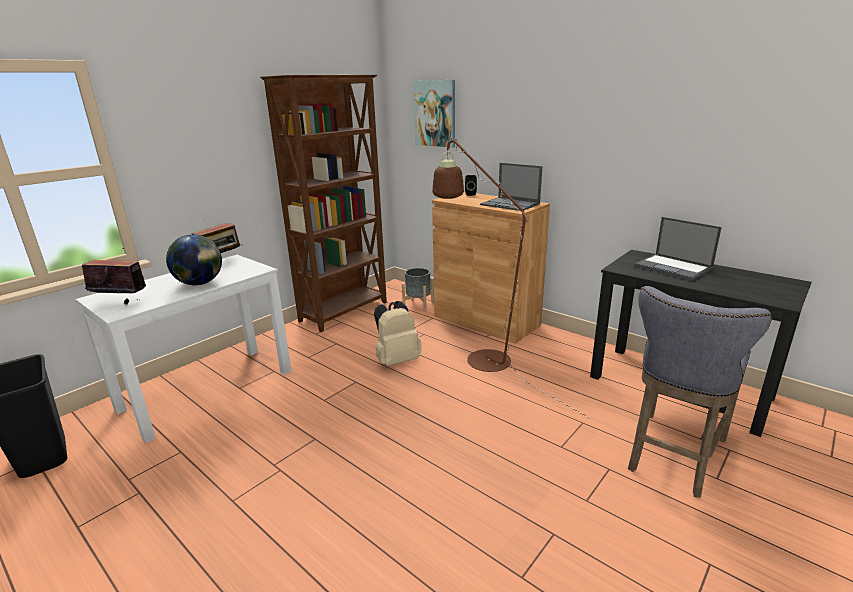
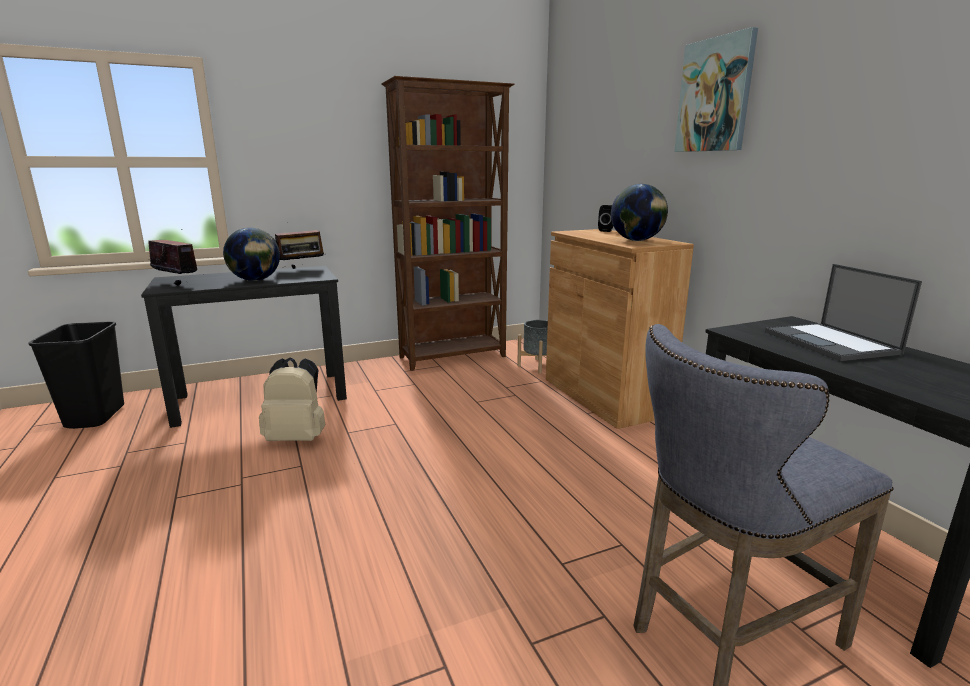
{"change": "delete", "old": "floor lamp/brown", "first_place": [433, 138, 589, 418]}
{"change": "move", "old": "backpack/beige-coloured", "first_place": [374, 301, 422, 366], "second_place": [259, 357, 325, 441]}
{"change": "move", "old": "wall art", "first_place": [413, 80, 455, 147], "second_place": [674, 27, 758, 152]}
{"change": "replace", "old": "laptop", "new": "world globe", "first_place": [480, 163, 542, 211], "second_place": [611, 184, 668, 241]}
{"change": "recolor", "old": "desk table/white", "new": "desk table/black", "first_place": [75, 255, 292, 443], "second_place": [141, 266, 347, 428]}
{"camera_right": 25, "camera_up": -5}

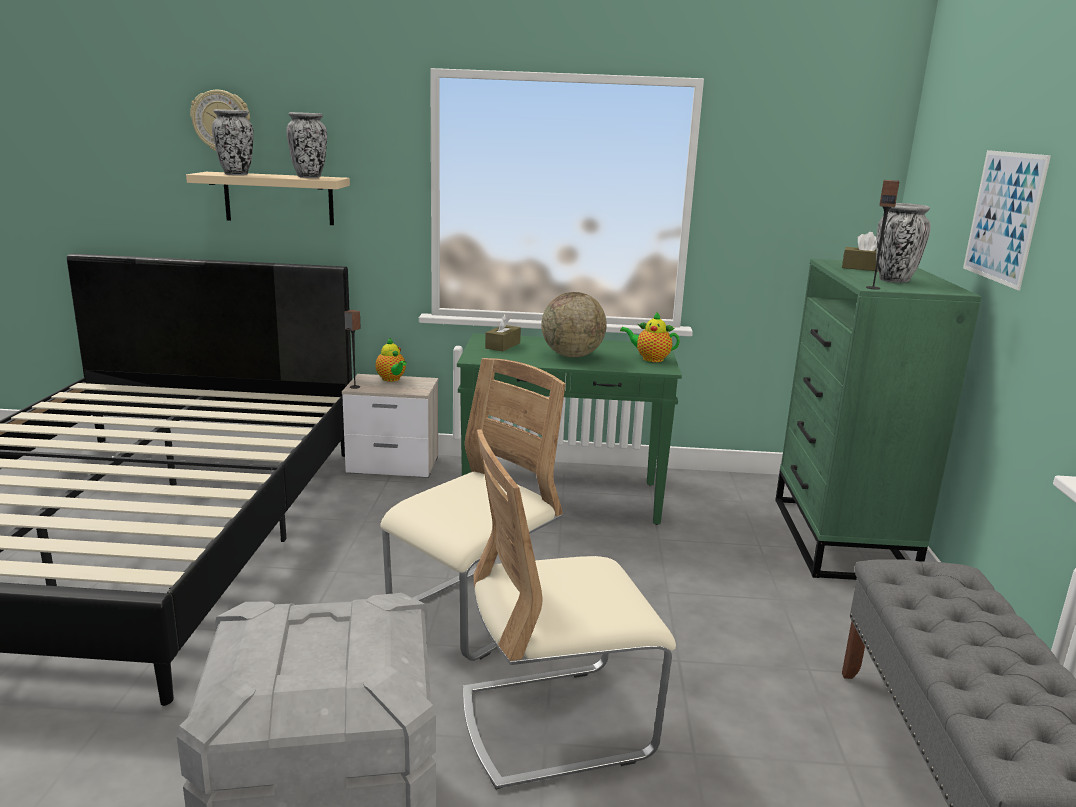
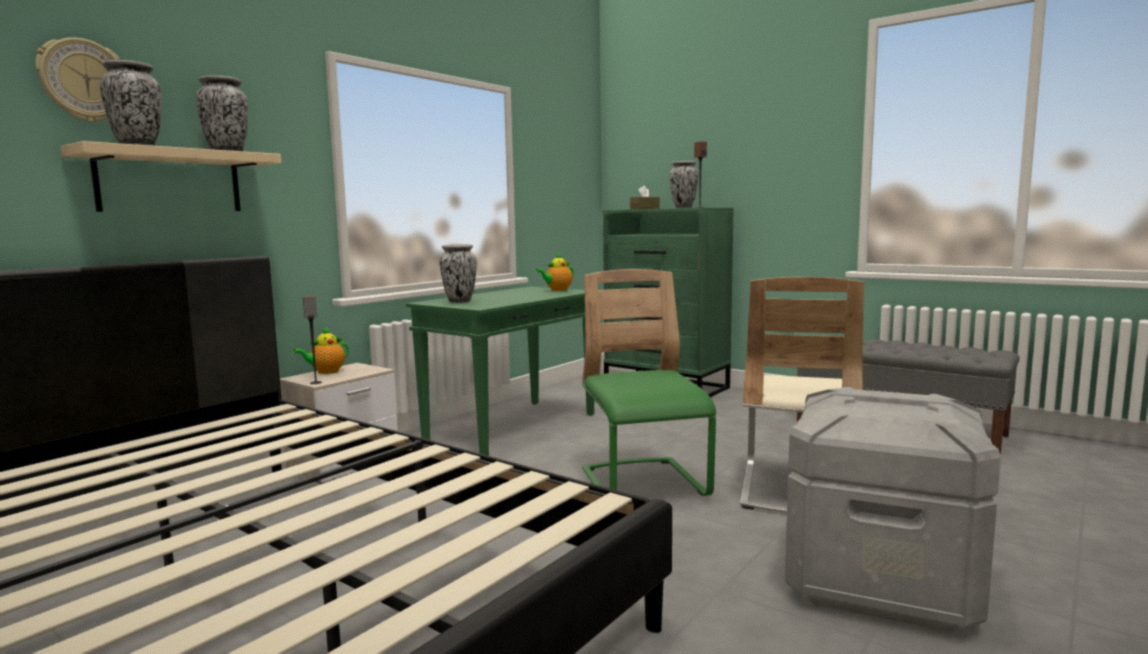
{"change": "delete", "old": "world globe", "first_place": [541, 292, 607, 357]}
{"change": "delete", "old": "wall art", "first_place": [963, 150, 1051, 290]}
{"change": "replace", "old": "tissue holder/brown", "new": "decorative vase", "first_place": [485, 314, 521, 351], "second_place": [440, 244, 477, 303]}
{"change": "recolor", "old": "upright chair/beige-coloured", "new": "upright chair/greenish", "first_place": [380, 358, 566, 661], "second_place": [582, 269, 716, 496]}
{"change": "rotate", "old": "teapot", "first_place": [375, 338, 407, 382], "second_place": [293, 327, 349, 374], "degrees": 135}
{"camera_right": -55, "camera_up": -10}

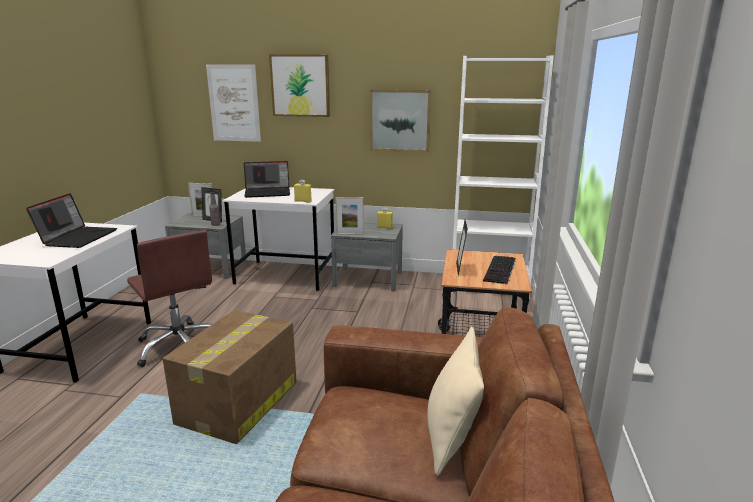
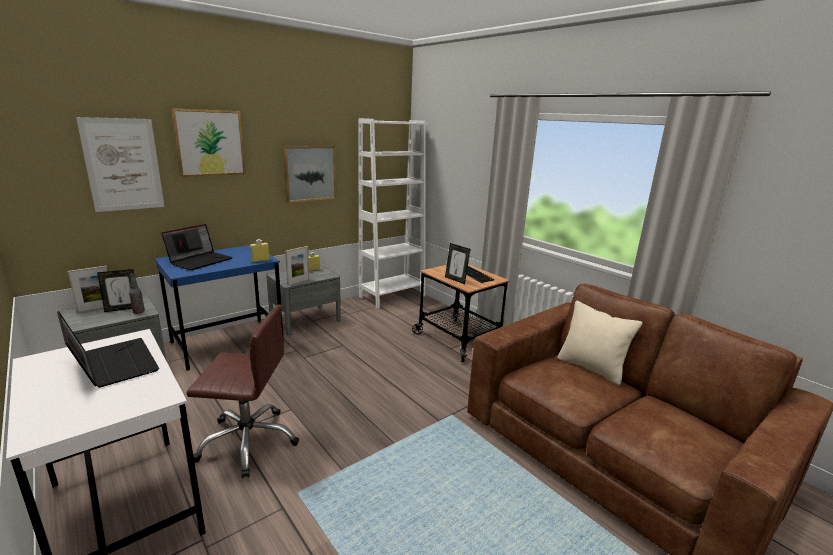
{"change": "delete", "old": "cardboard box", "first_place": [163, 310, 297, 444]}
{"change": "recolor", "old": "desk table/white", "new": "desk table/blue-coloured", "first_place": [222, 187, 334, 291], "second_place": [155, 245, 284, 370]}
{"camera_right": -50, "camera_up": 0}

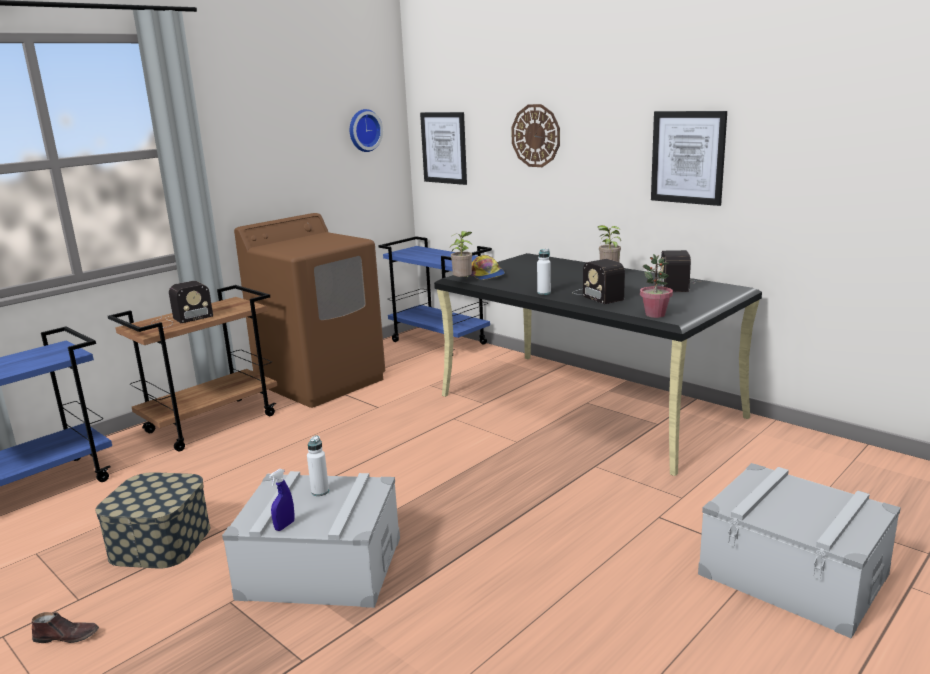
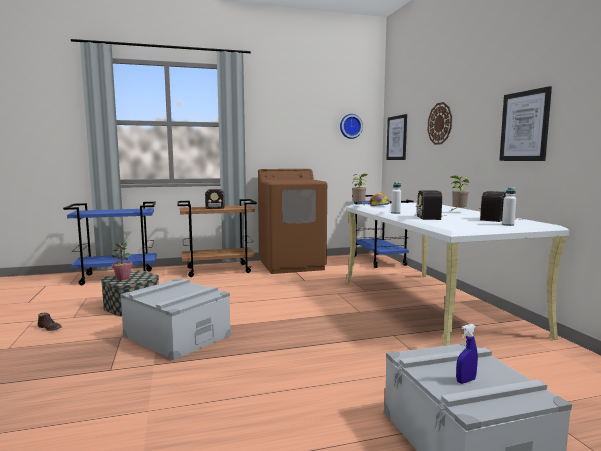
{"change": "move", "old": "hand sprayer/blue-coloured", "first_place": [269, 469, 295, 531], "second_place": [456, 324, 478, 384]}
{"change": "move", "old": "beverage bottle/white", "first_place": [307, 435, 329, 496], "second_place": [502, 187, 516, 226]}
{"change": "move", "old": "potted plant", "first_place": [640, 254, 673, 318], "second_place": [111, 242, 133, 280]}
{"change": "recolor", "old": "desk table/black", "new": "desk table/white", "first_place": [434, 253, 762, 476], "second_place": [346, 203, 570, 346]}
{"camera_right": 30, "camera_up": -10}

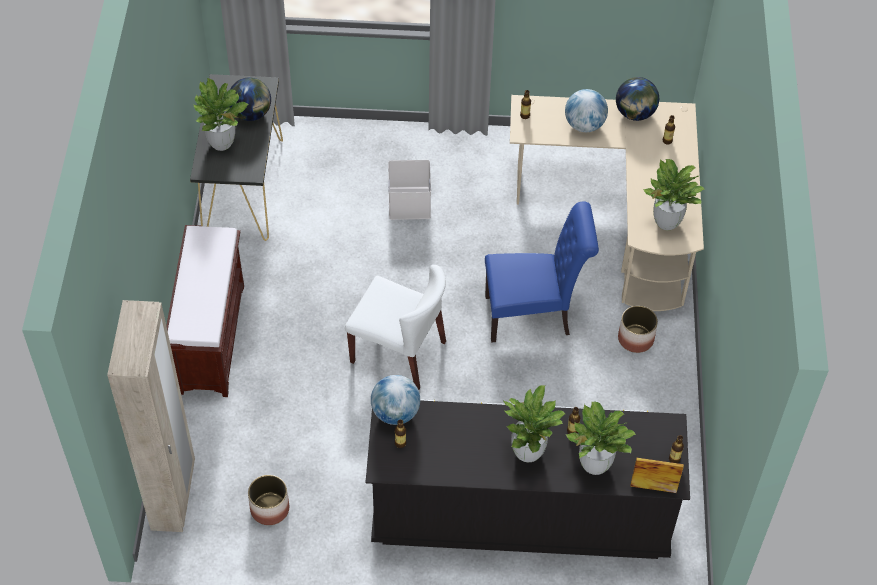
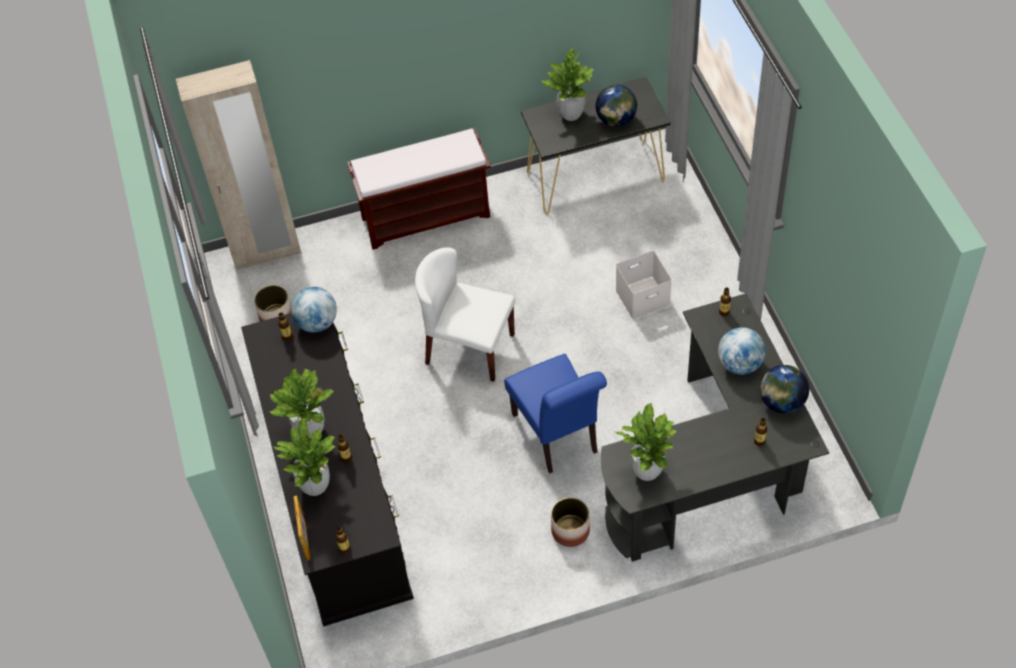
{"change": "recolor", "old": "desk table/beige-coloured", "new": "desk table/black", "first_place": [510, 95, 704, 311], "second_place": [601, 293, 829, 562]}
{"change": "rotate", "old": "upright chair/white", "first_place": [345, 265, 446, 390], "second_place": [415, 247, 515, 382], "degrees": 105}
{"camera_right": 75, "camera_up": 0}

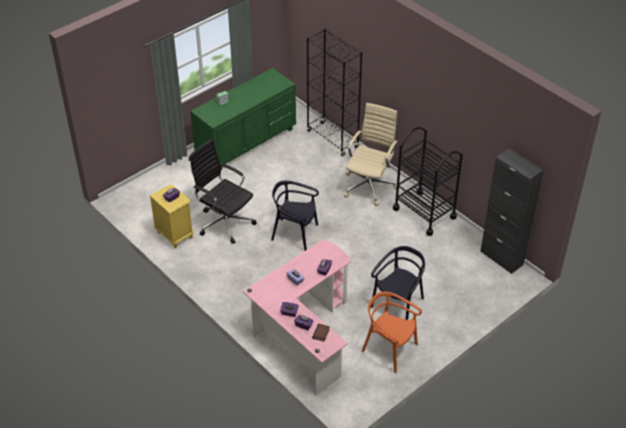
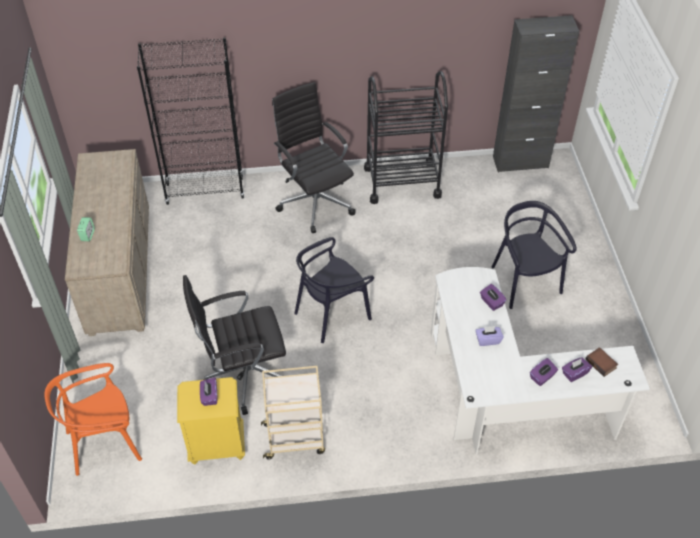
{"change": "insert", "new": "wheeled cart/beige-coloured", "second_place": [261, 366, 325, 459]}
{"change": "move", "old": "upright chair/orange", "first_place": [362, 292, 422, 373], "second_place": [44, 363, 142, 476]}
{"change": "recolor", "old": "chest of drawers/greenish", "new": "chest of drawers/beige-coloured", "first_place": [190, 68, 296, 170], "second_place": [65, 149, 149, 336]}
{"change": "recolor", "old": "desk table/pinkish", "new": "desk table/white", "first_place": [243, 239, 351, 395], "second_place": [431, 267, 650, 454]}
{"change": "recolor", "old": "desk chair/beige-coloured", "new": "desk chair/black", "first_place": [344, 103, 398, 206], "second_place": [272, 82, 355, 233]}
{"camera_right": -55, "camera_up": 5}

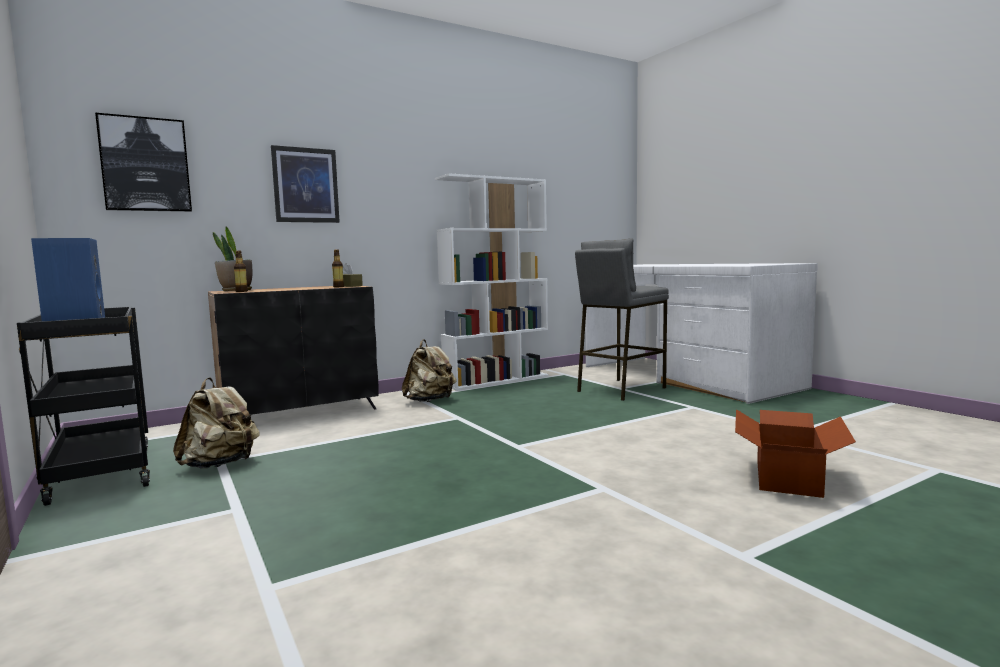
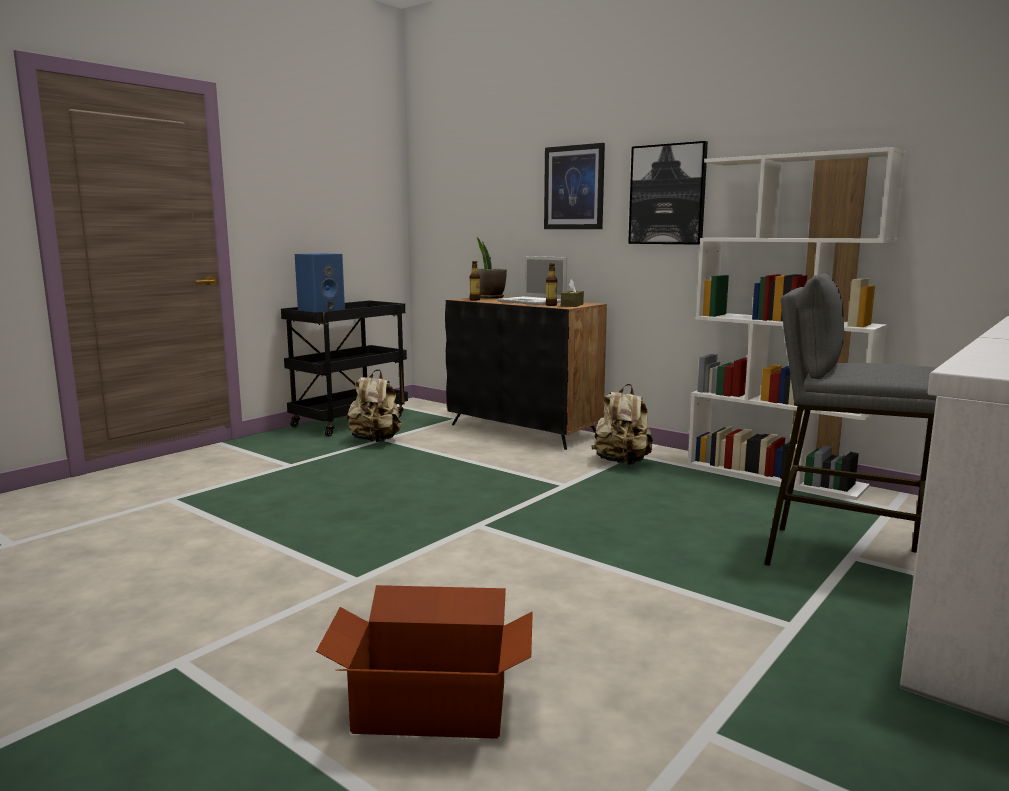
{"change": "insert", "new": "laptop", "second_place": [497, 256, 567, 305]}
{"change": "move", "old": "wall art", "first_place": [95, 113, 192, 212], "second_place": [628, 141, 708, 245]}
{"camera_right": 70, "camera_up": 5}

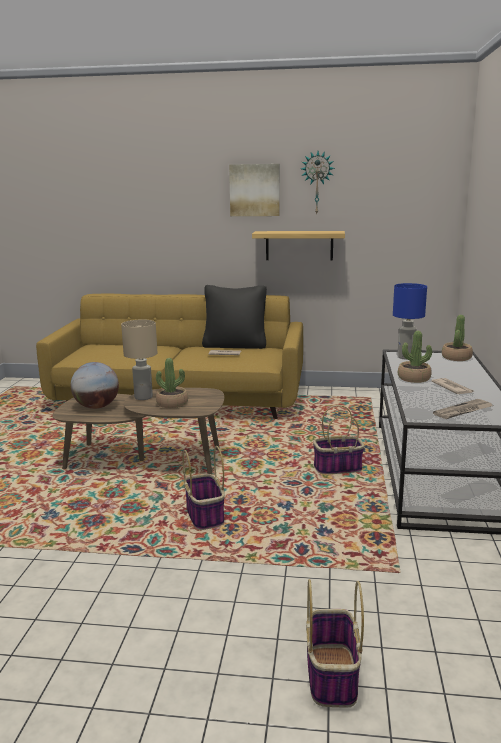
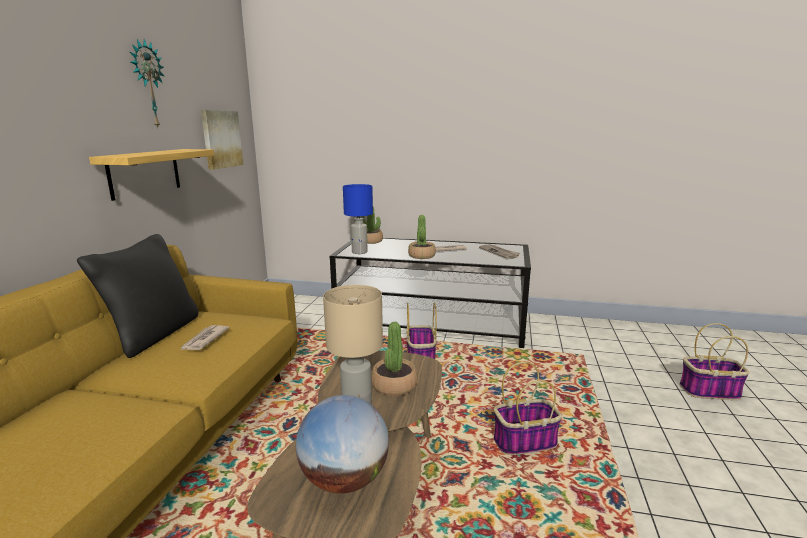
{"change": "move", "old": "wall art", "first_place": [229, 164, 280, 216], "second_place": [201, 110, 243, 170]}
{"camera_right": -85, "camera_up": 0}

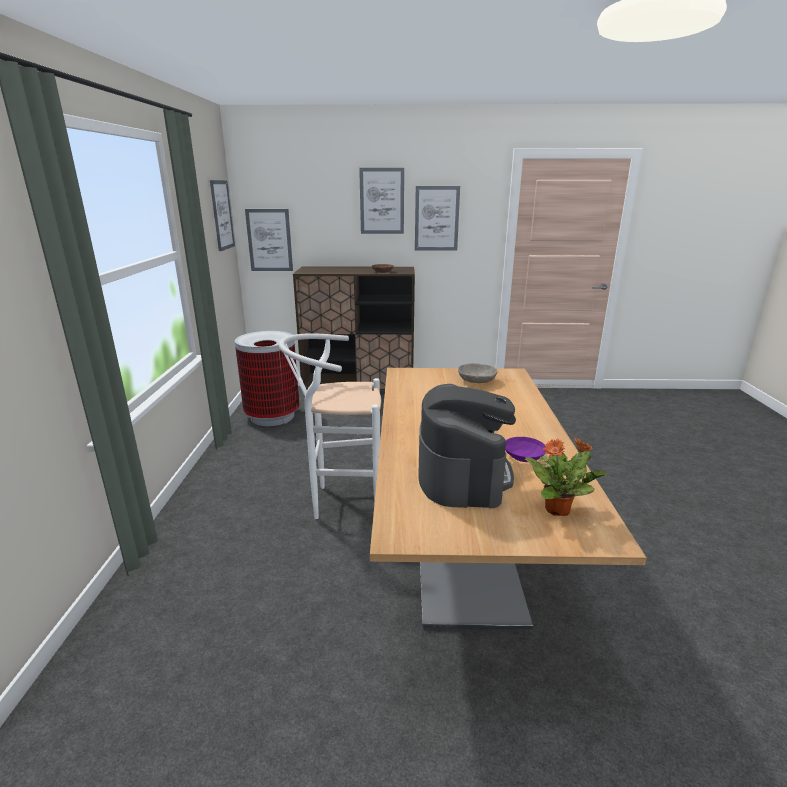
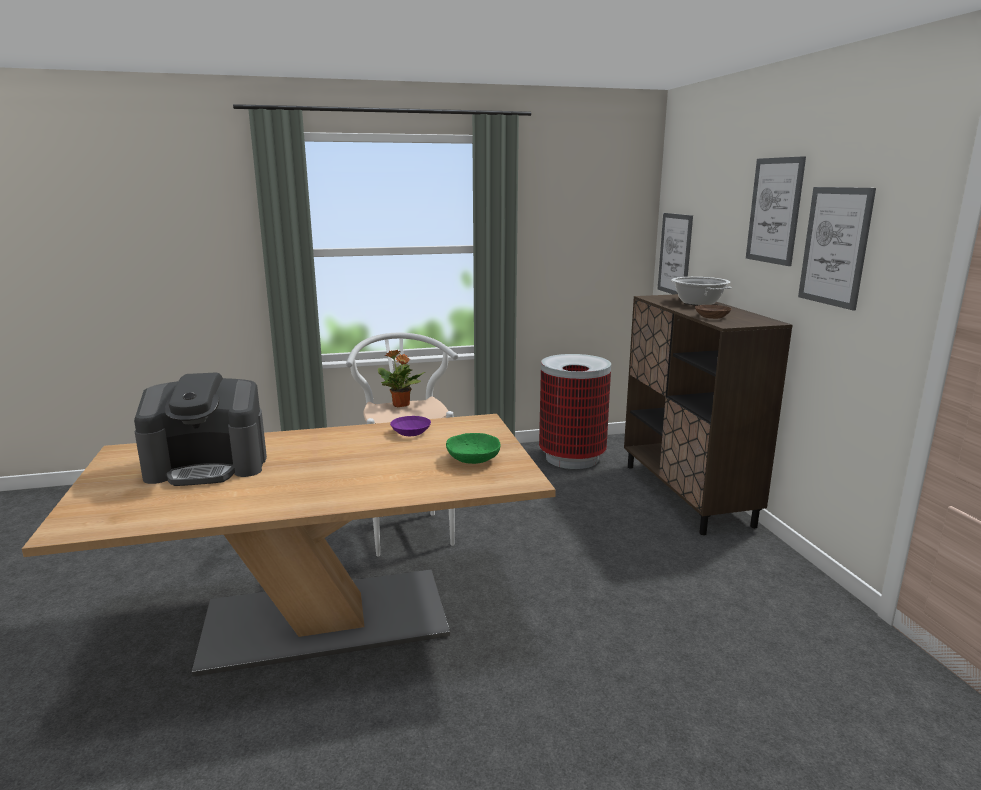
{"change": "delete", "old": "wall art", "first_place": [210, 180, 235, 252]}
{"change": "insert", "new": "stockpot", "second_place": [671, 277, 732, 305]}
{"change": "move", "old": "bowl/purple-coloured", "first_place": [505, 437, 546, 462], "second_place": [390, 416, 431, 436]}
{"change": "move", "old": "potted plant", "first_place": [525, 438, 607, 516], "second_place": [378, 350, 425, 407]}
{"change": "recolor", "old": "bowl/grey", "new": "bowl/greenish", "first_place": [458, 363, 497, 383], "second_place": [446, 433, 500, 464]}
{"camera_right": 75, "camera_up": -5}

